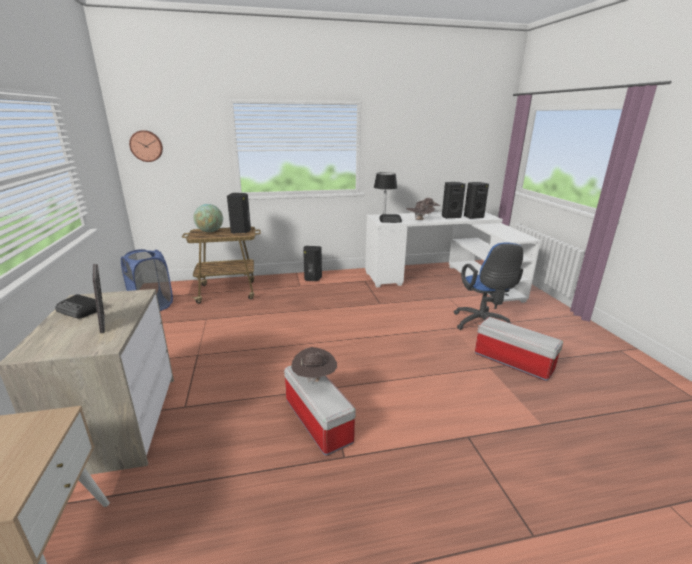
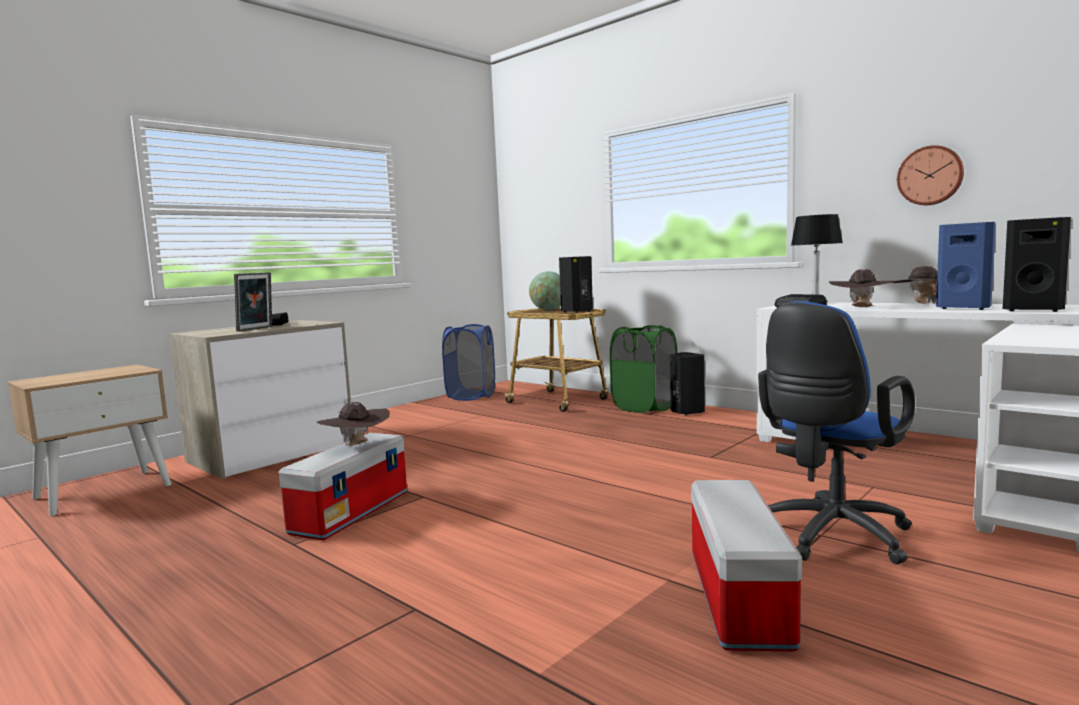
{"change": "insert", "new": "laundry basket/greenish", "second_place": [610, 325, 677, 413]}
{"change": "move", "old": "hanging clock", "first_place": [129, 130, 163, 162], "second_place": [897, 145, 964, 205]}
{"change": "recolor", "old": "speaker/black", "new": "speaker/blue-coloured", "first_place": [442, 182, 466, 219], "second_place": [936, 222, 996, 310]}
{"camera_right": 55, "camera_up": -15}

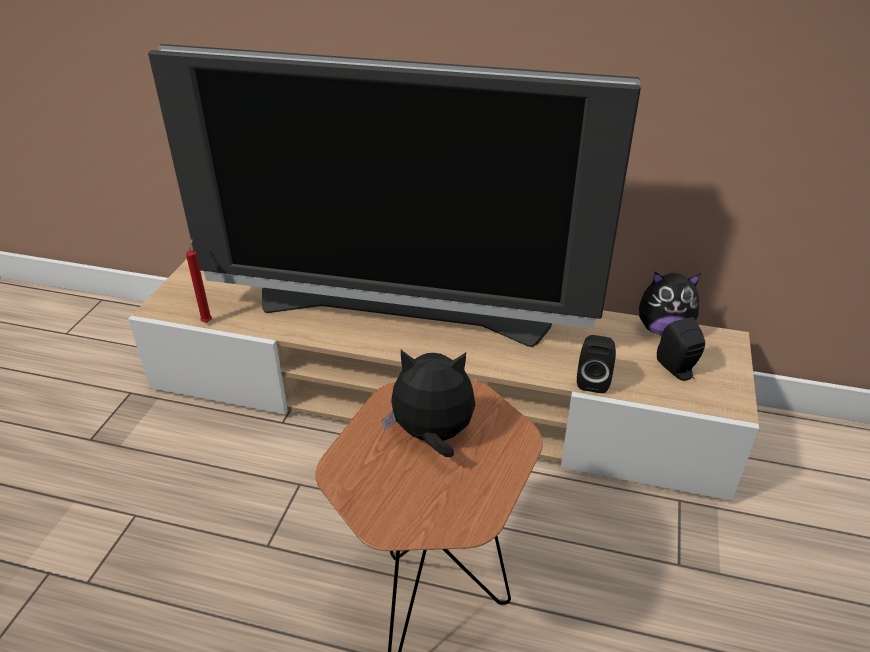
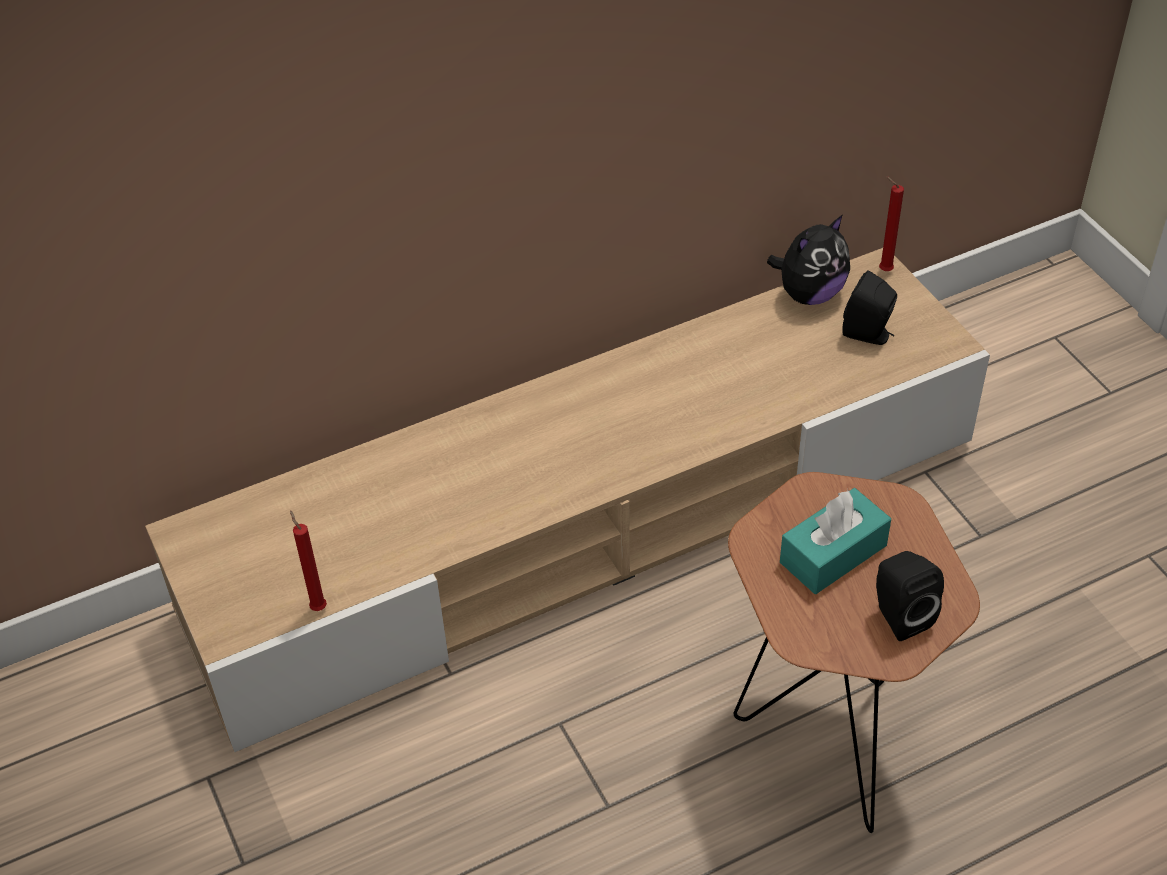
{"change": "delete", "old": "television", "first_place": [148, 44, 641, 347]}
{"change": "insert", "new": "candle/red", "second_place": [879, 176, 904, 271]}
{"change": "move", "old": "speaker/black", "first_place": [577, 335, 616, 393], "second_place": [876, 551, 944, 641]}
{"change": "replace", "old": "soft toy", "new": "tissue holder/blue-green", "first_place": [381, 350, 475, 457], "second_place": [780, 488, 891, 594]}
{"camera_right": -40, "camera_up": 10}

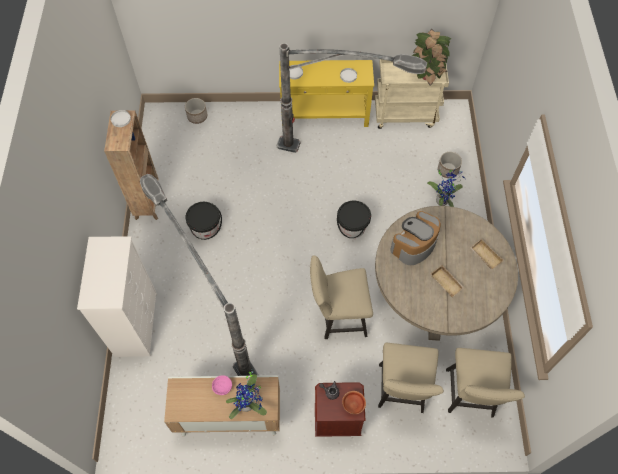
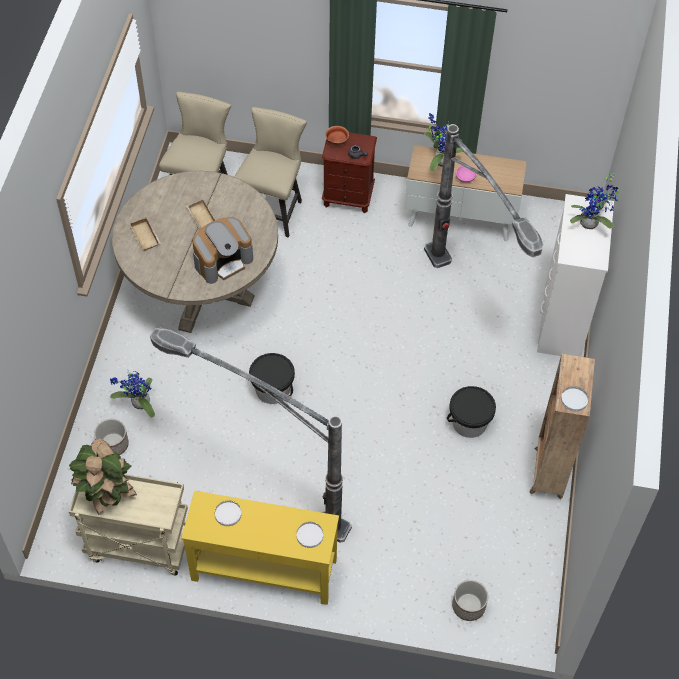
{"change": "delete", "old": "upright chair/beige-coloured", "first_place": [310, 255, 373, 339]}
{"change": "insert", "new": "potted plant", "second_place": [570, 171, 619, 229]}
{"camera_right": -170, "camera_up": -5}

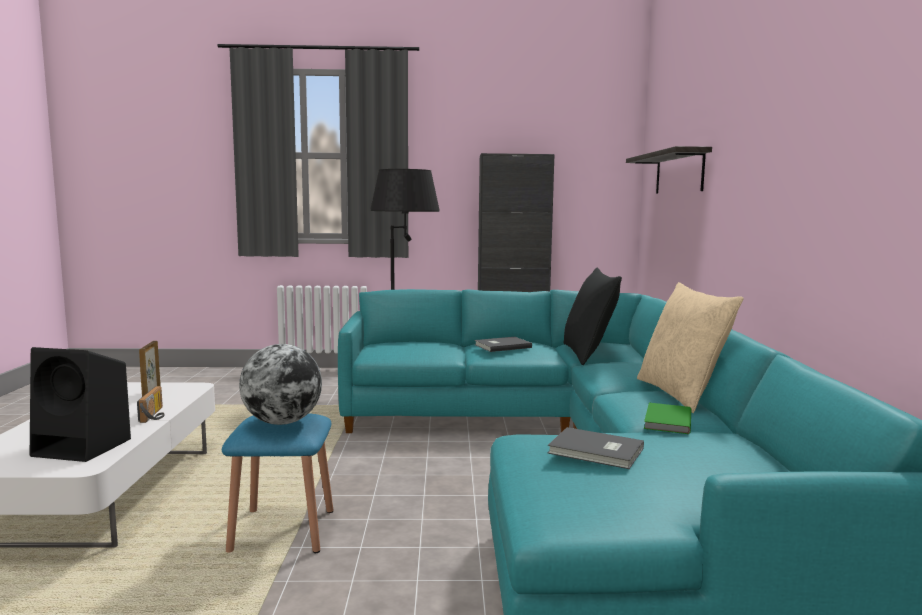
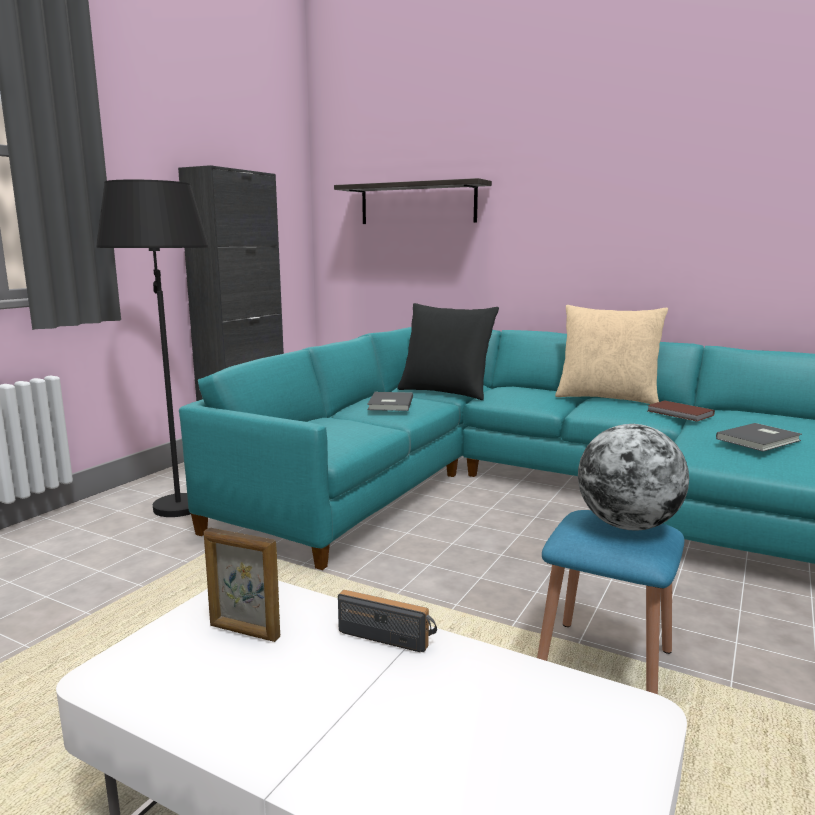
{"change": "delete", "old": "speaker/black", "first_place": [30, 347, 131, 462]}
{"change": "recolor", "old": "volume/greenish", "new": "volume/brown", "first_place": [644, 403, 691, 434], "second_place": [647, 400, 715, 422]}
{"camera_right": -60, "camera_up": 5}

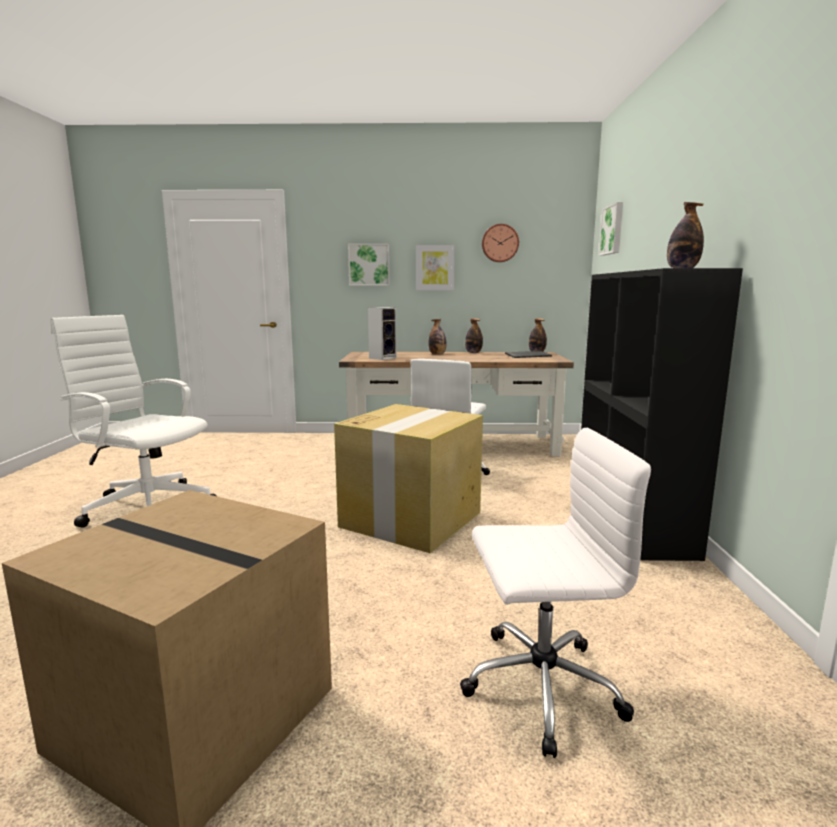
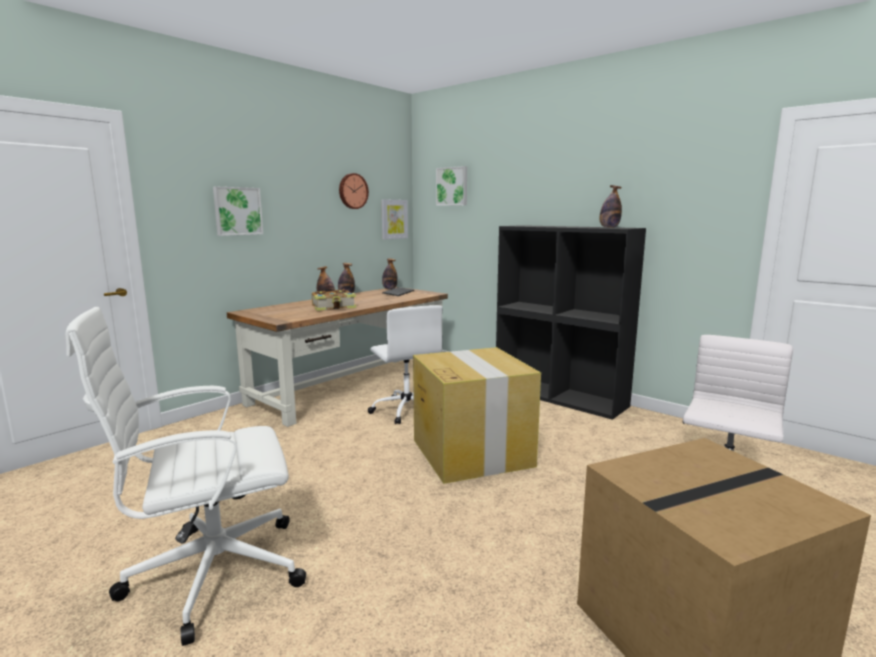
{"change": "delete", "old": "speaker", "first_place": [368, 307, 397, 360]}
{"change": "insert", "new": "volume", "second_place": [312, 290, 356, 311]}
{"change": "move", "old": "wall art", "first_place": [416, 245, 455, 291], "second_place": [381, 199, 408, 240]}
{"camera_right": -50, "camera_up": 0}

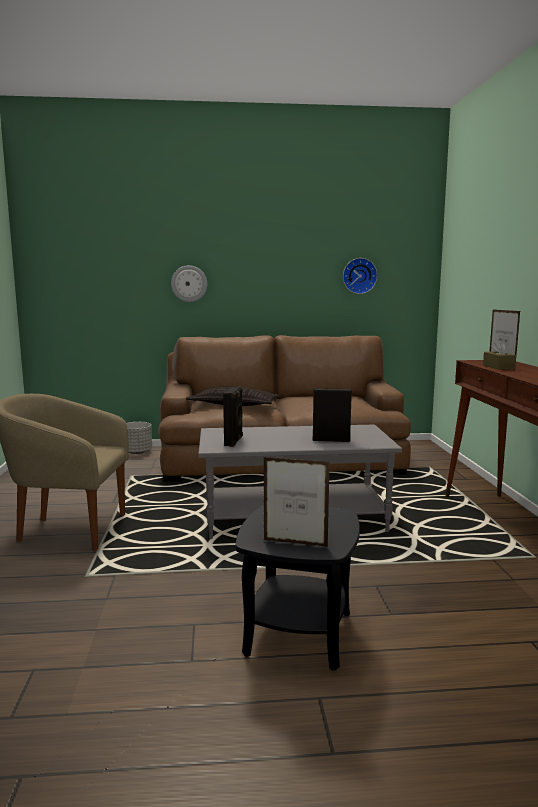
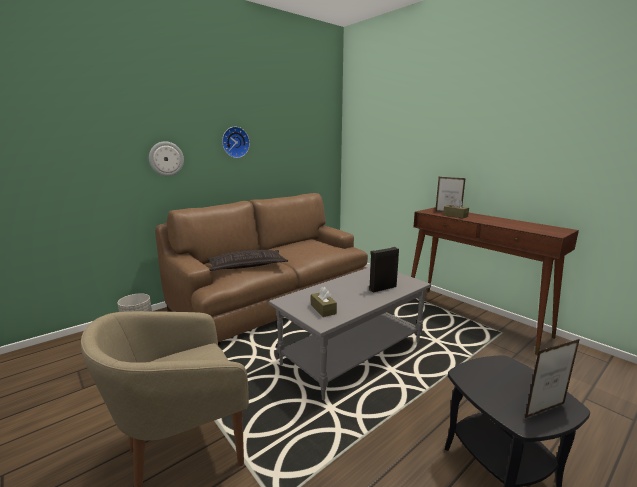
{"change": "move", "old": "hanging clock", "first_place": [343, 258, 378, 294], "second_place": [222, 127, 250, 158]}
{"change": "replace", "old": "speaker/black", "new": "tissue holder/brown", "first_place": [223, 386, 243, 447], "second_place": [311, 287, 337, 317]}
{"camera_right": -35, "camera_up": 5}

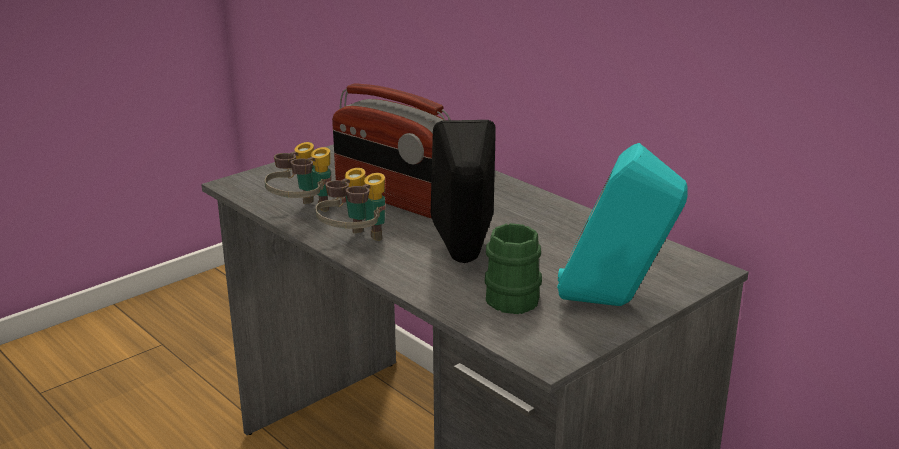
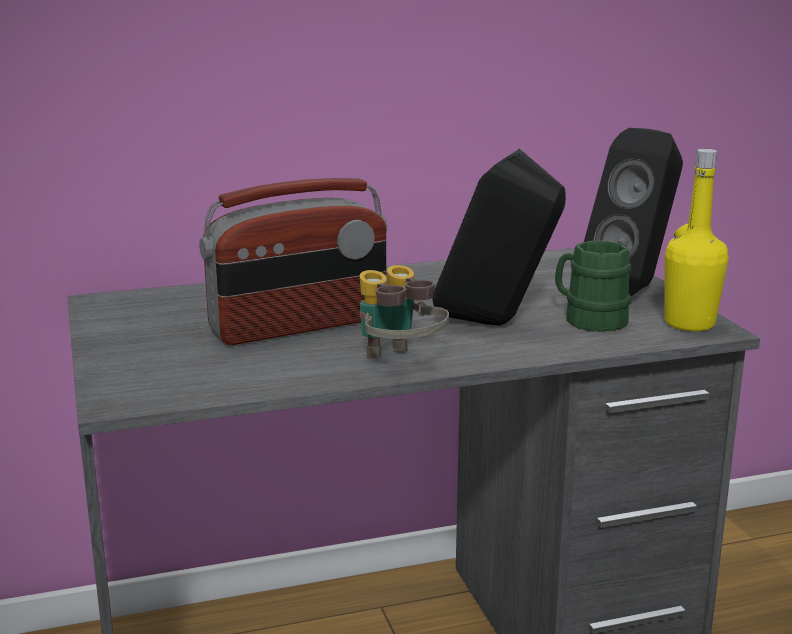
{"change": "delete", "old": "binoculars", "first_place": [265, 142, 331, 212]}
{"change": "insert", "new": "beverage bottle/yellowish", "second_place": [664, 149, 729, 331]}
{"change": "recolor", "old": "speaker/blue-green", "new": "speaker/black", "first_place": [557, 143, 688, 306], "second_place": [584, 128, 683, 296]}
{"camera_right": -65, "camera_up": -5}

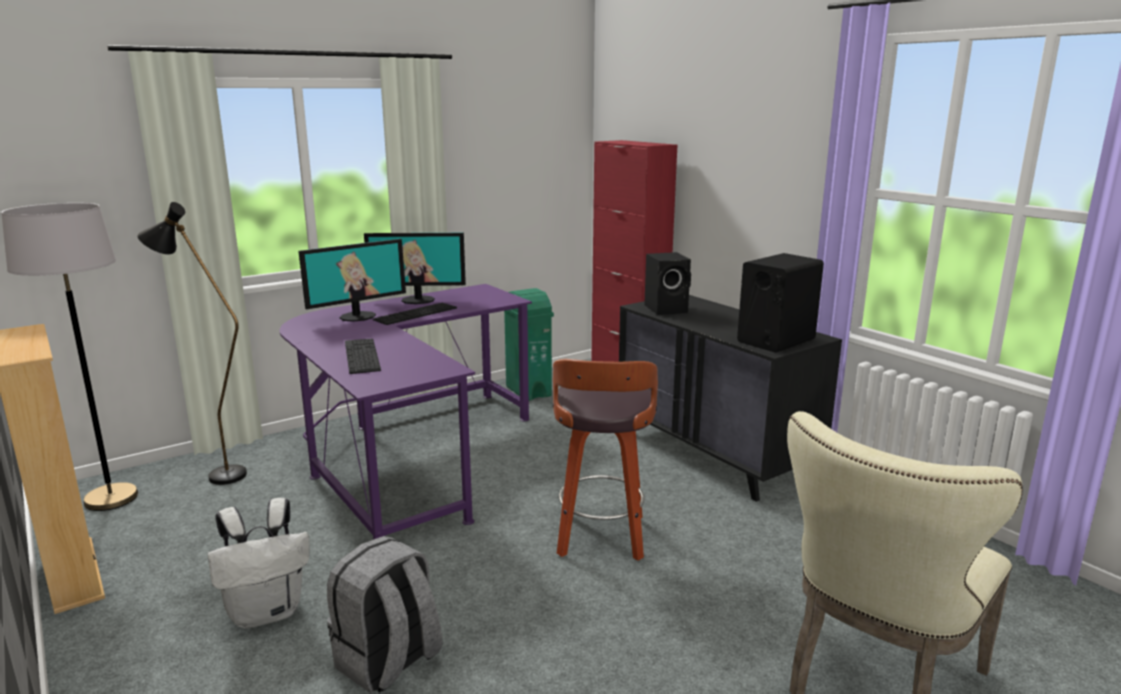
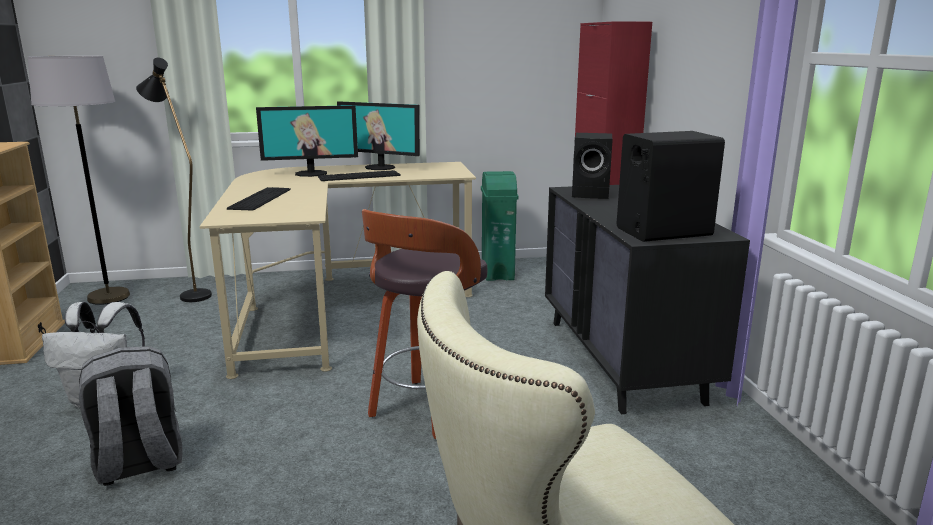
{"change": "recolor", "old": "desk table/purple-coloured", "new": "desk table/beige-coloured", "first_place": [279, 284, 532, 540], "second_place": [200, 162, 476, 379]}
{"camera_right": 25, "camera_up": 0}

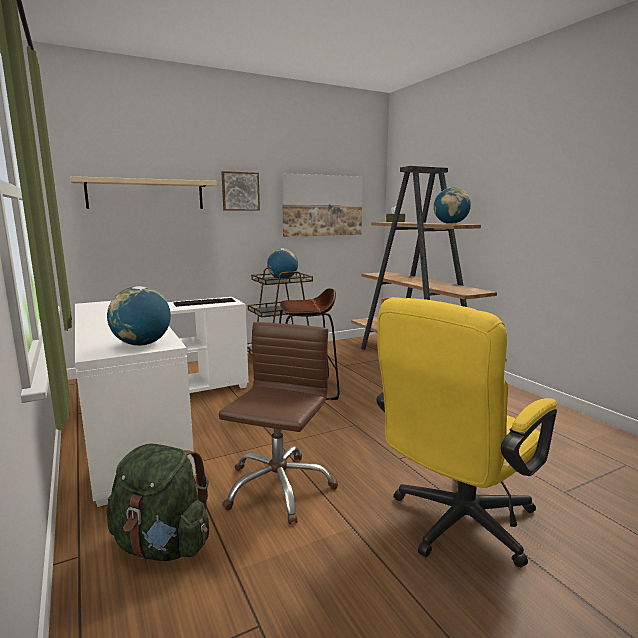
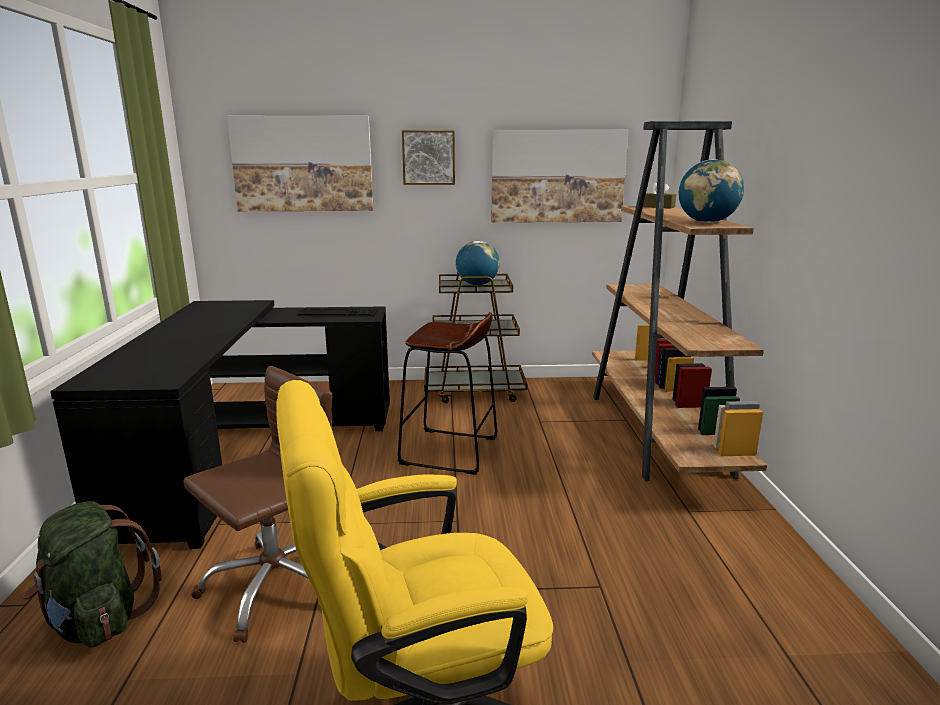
{"change": "delete", "old": "world globe", "first_place": [107, 286, 171, 346]}
{"change": "replace", "old": "shelf/beige-coloured", "new": "wall art", "first_place": [70, 176, 217, 209], "second_place": [227, 116, 374, 211]}
{"change": "recolor", "old": "desk table/white", "new": "desk table/black", "first_place": [75, 297, 249, 507], "second_place": [50, 300, 390, 549]}
{"camera_right": 25, "camera_up": 5}

